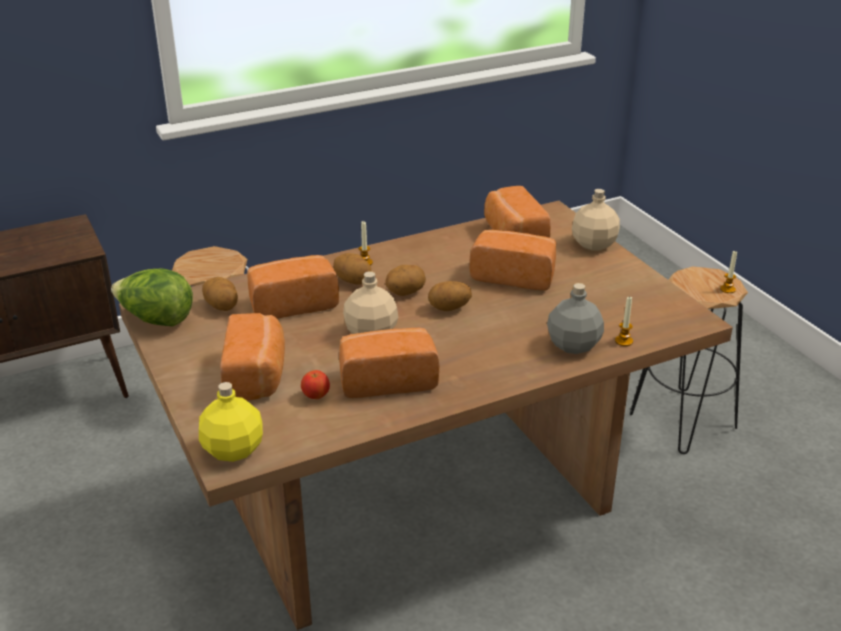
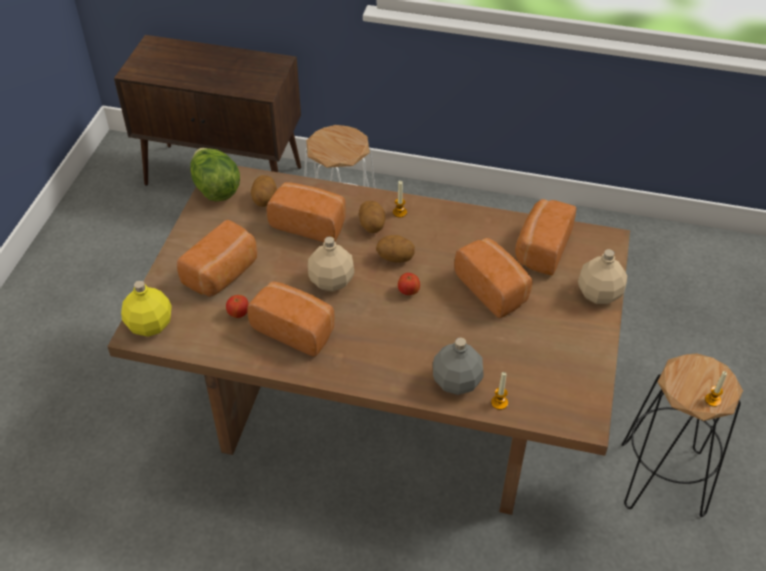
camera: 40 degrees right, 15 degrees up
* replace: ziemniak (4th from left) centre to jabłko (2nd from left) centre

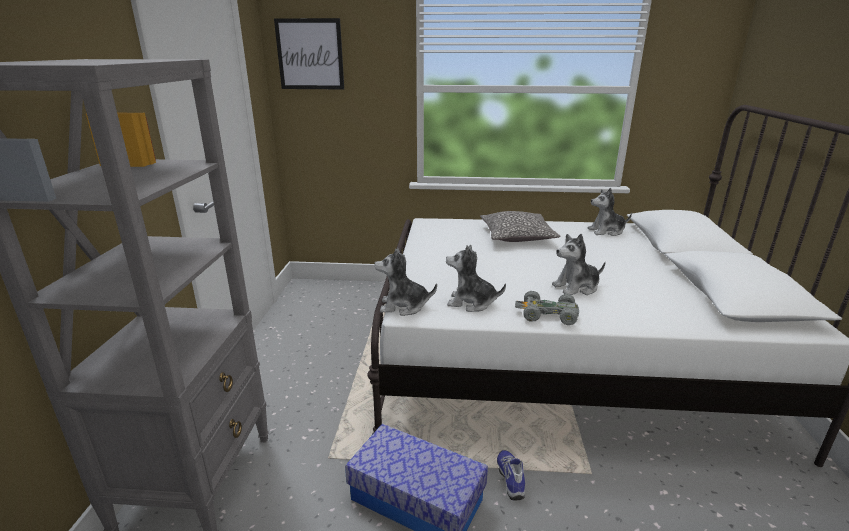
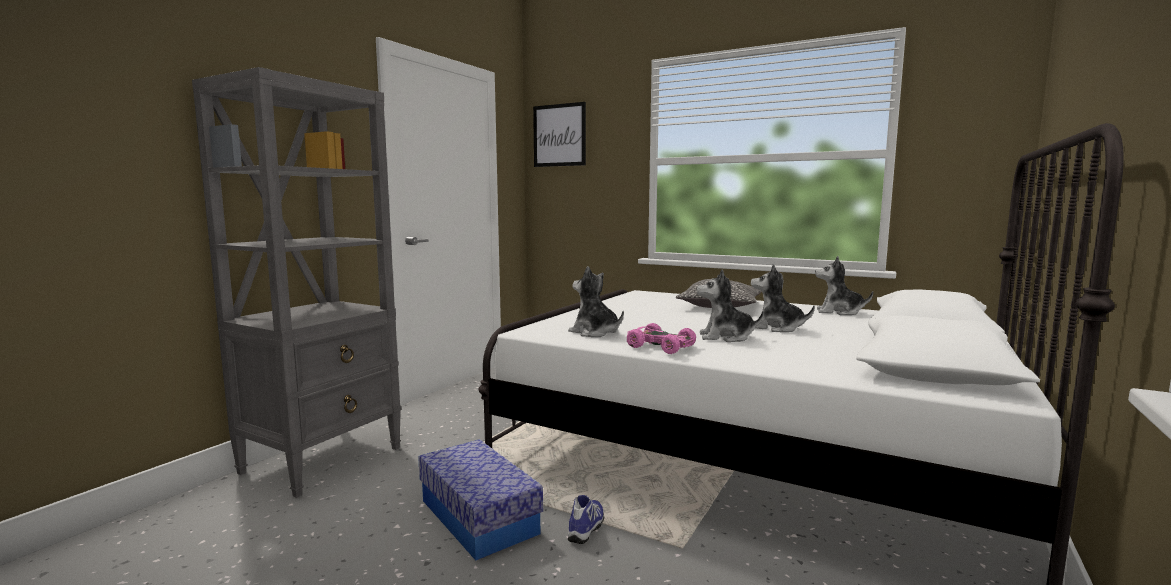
camera: 25 degrees right, 15 degrees down
* recolor: samochodzik (szary) centre to samochodzik (różowy) centre
* move: pluszak (1st from left in the first image) centre to pluszak (3rd from left) middle right

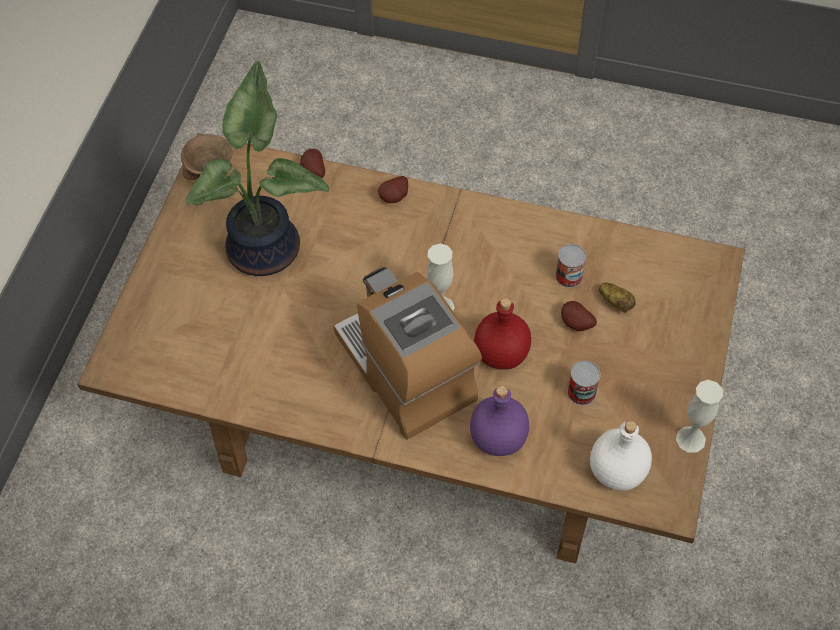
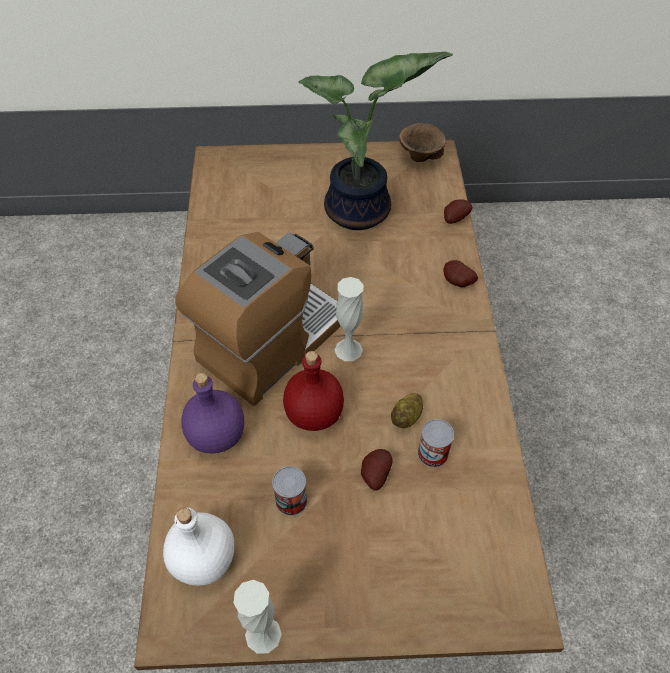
camera: 70 degrees right, 5 degrees down
* move: ziemniak (4th from left in the first image) middle right to ziemniak (2nd from left) centre

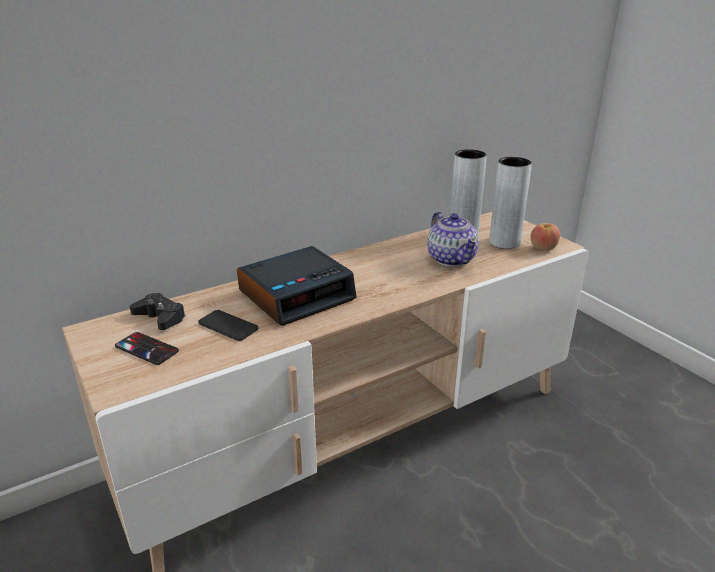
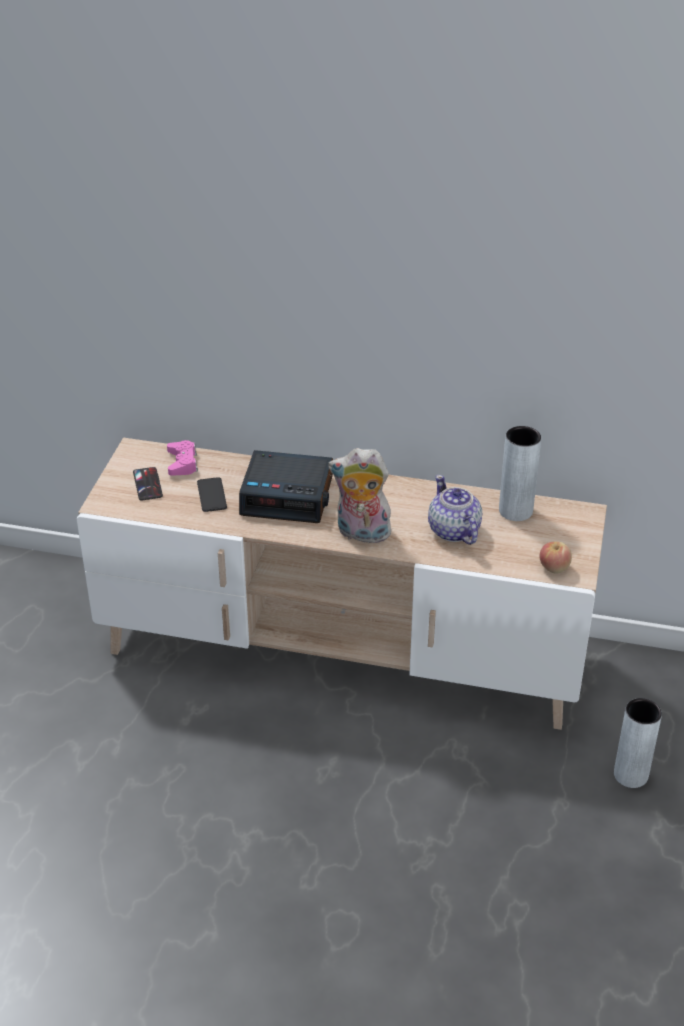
camera: 45 degrees right, 10 degrees up
* recolor: pad do gier (czarny) middle left to pad do gier (różowy) middle left
* insert: pluszak centre
* rotate: imbryk centre = centre 135 degrees clockwise
* move: wazon (szary) (2nd from left) middle right to bottom right

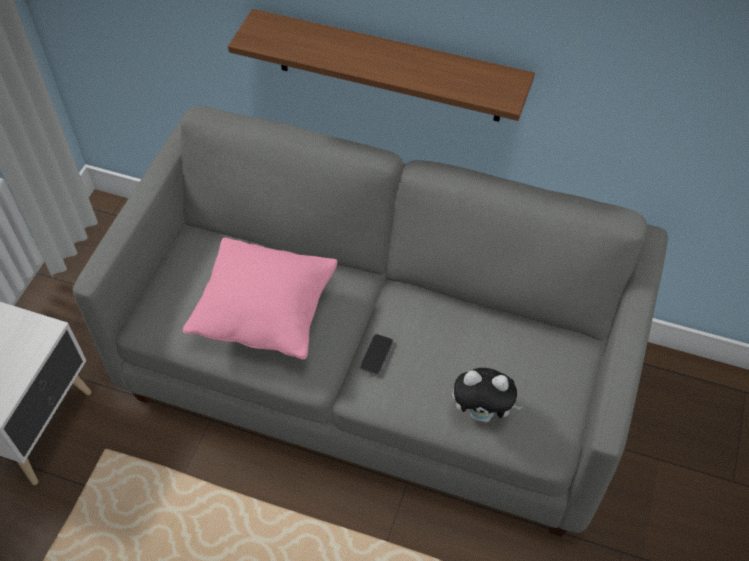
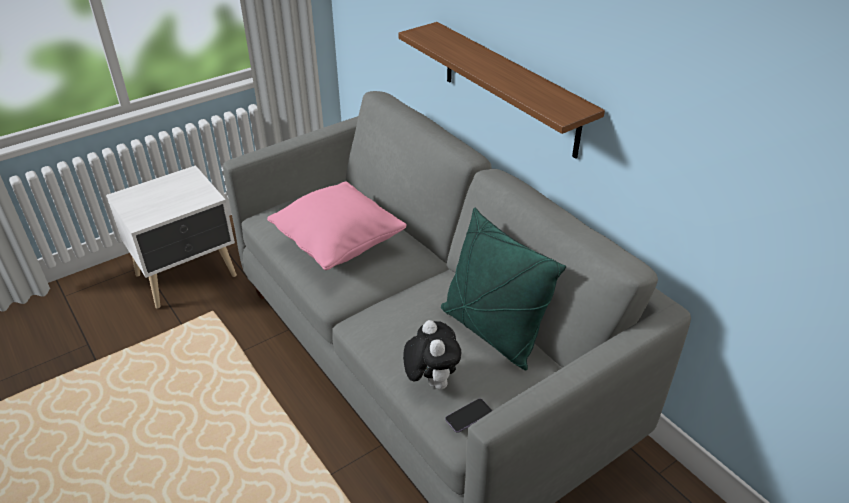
camera: 35 degrees right, 15 degrees down
* rotate: pluszak bottom centre = bottom centre 150 degrees counterclockwise
* insert: poduszka (zielony) centre
* move: telefon centre to bottom centre

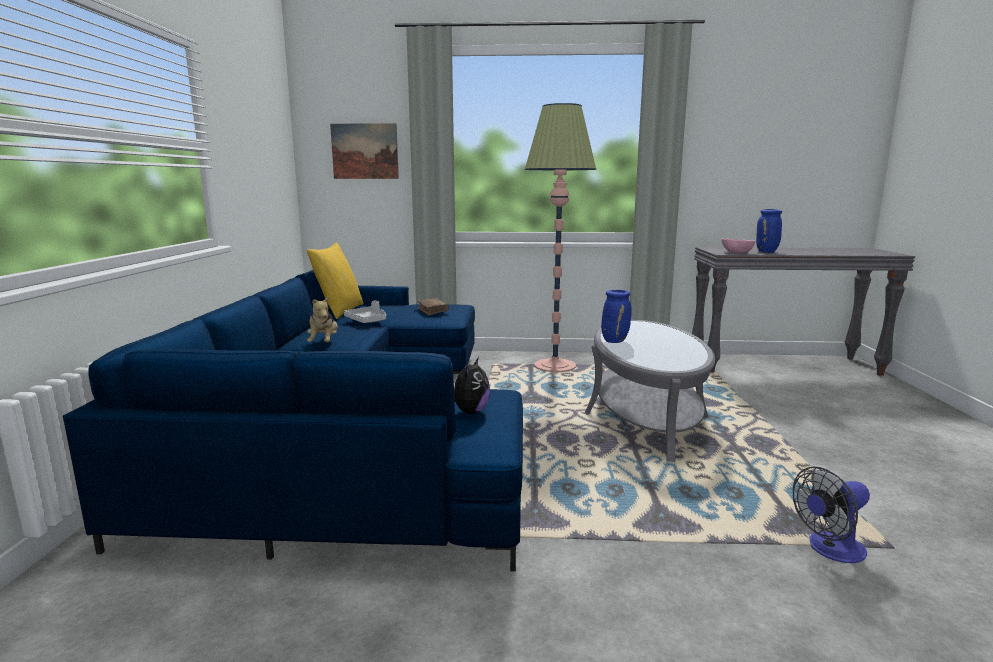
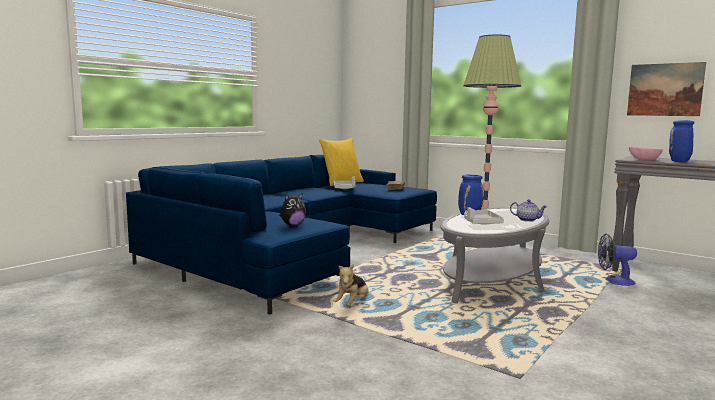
camera: 35 degrees right, 5 degrees down
* move: pluszak (1st from left in the first image) middle left to pluszak (2nd from left) bottom centre
* insert: taca (szary) (2nd from left) middle right
* insert: imbryk middle right
* move: wentylator bottom right to middle right
* move: obraz top centre to top right

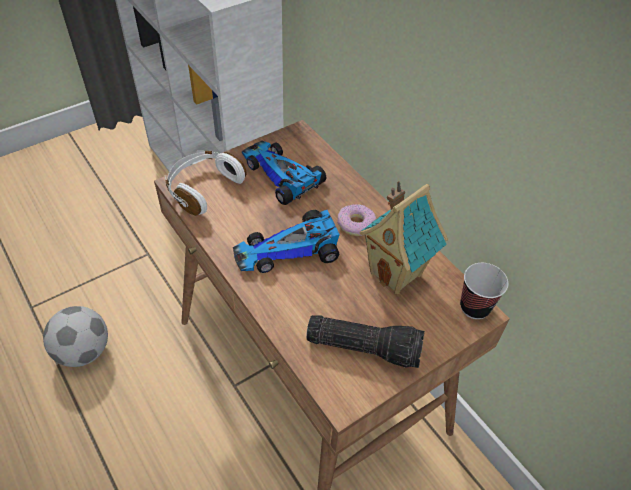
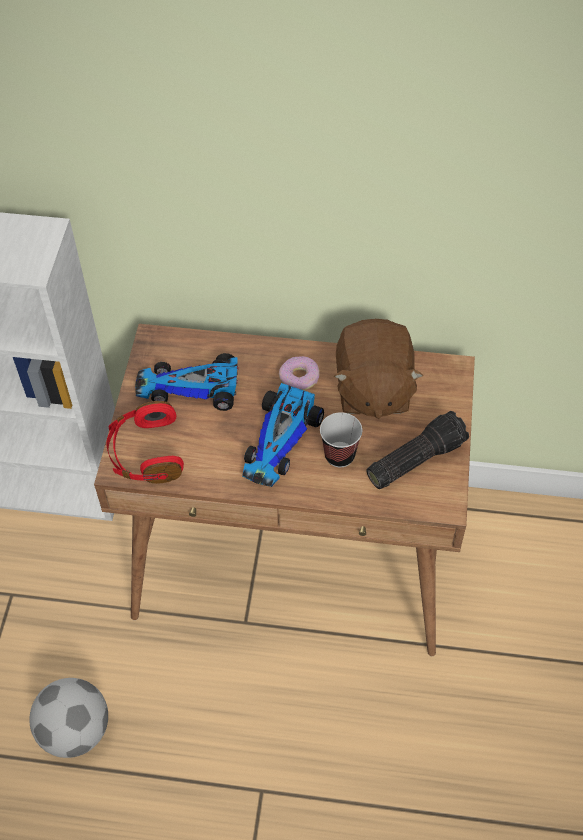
camera: 45 degrees left, 5 degrees up
* recolor: słuchawki (biały) middle left to słuchawki (czerwony) middle left
* move: filiżanka middle right to centre
* replace: domek centre to pluszak (brązowy) centre

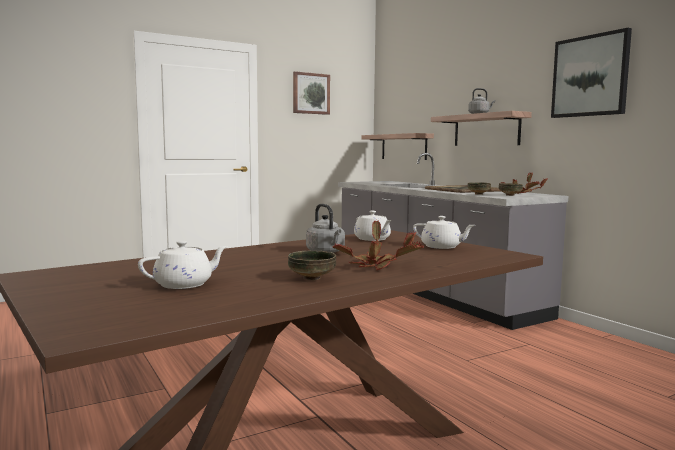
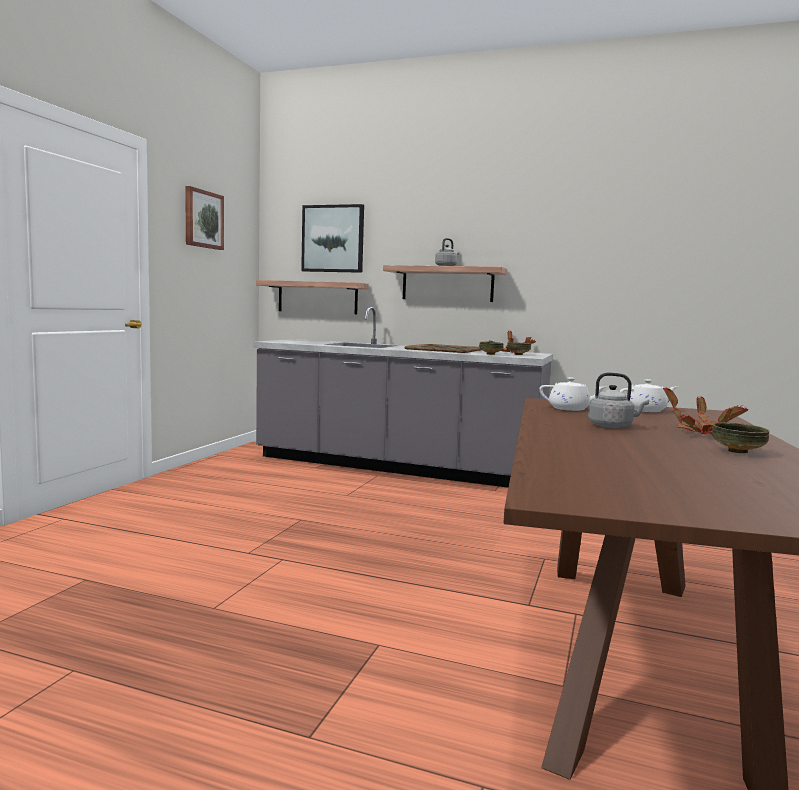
camera: 40 degrees left, 0 degrees up
* move: obraz (2nd from left) top right to top centre
* delete: imbryk (biały) (1st from left) middle left

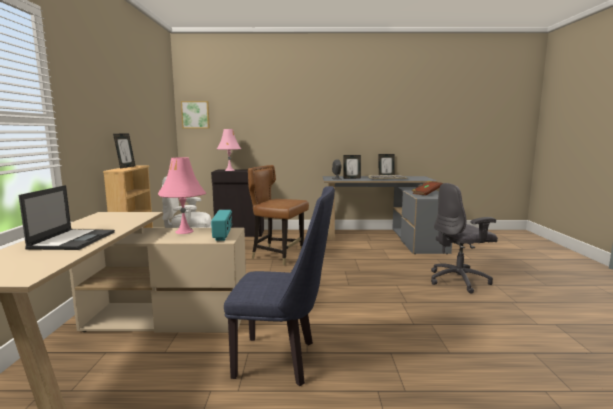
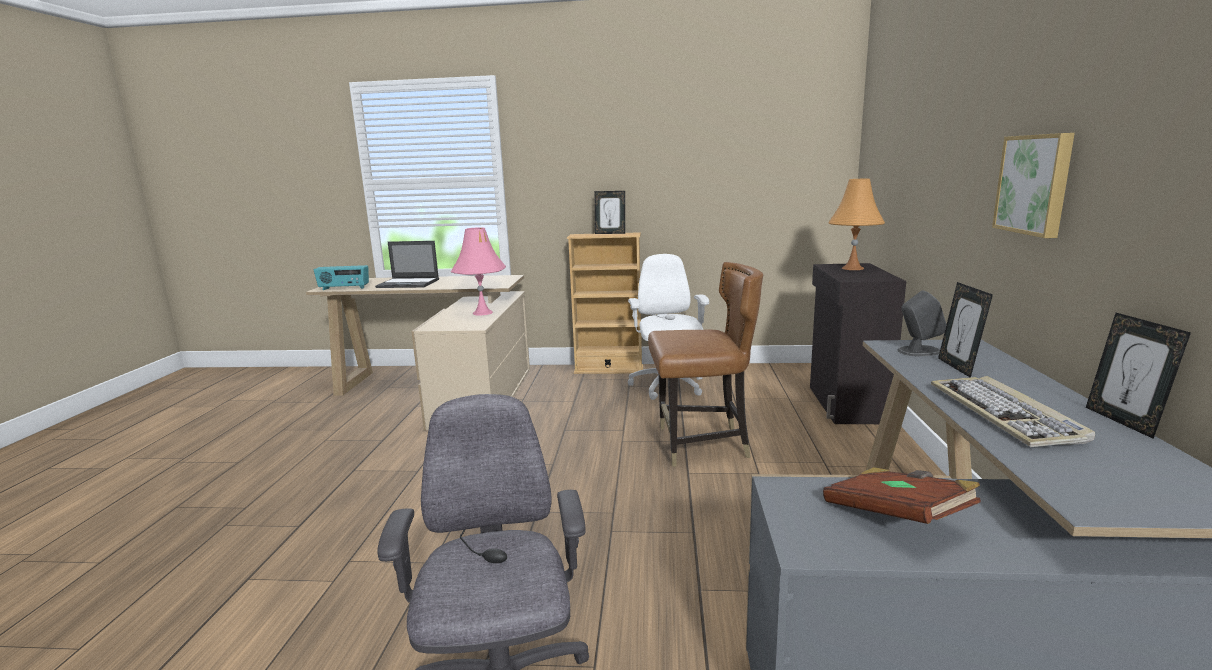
camera: 95 degrees right, 5 degrees up
* move: radio centre to middle left
* rotate: krzesło (brązowy) centre = centre 60 degrees clockwise
* recolor: lampa stołowa (różowy) (2nd from left) centre to lampa stołowa (pomarańczowy) middle right
* move: obraz top left to top right
* delete: krzesło (niebieski) bottom centre

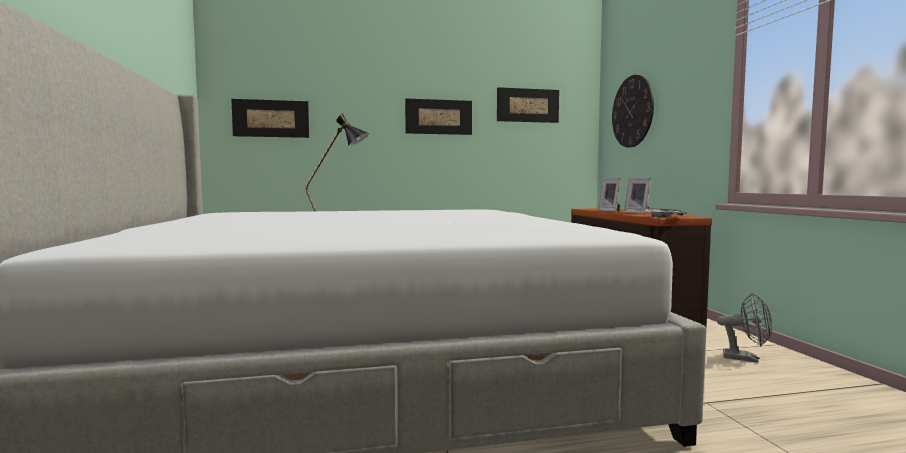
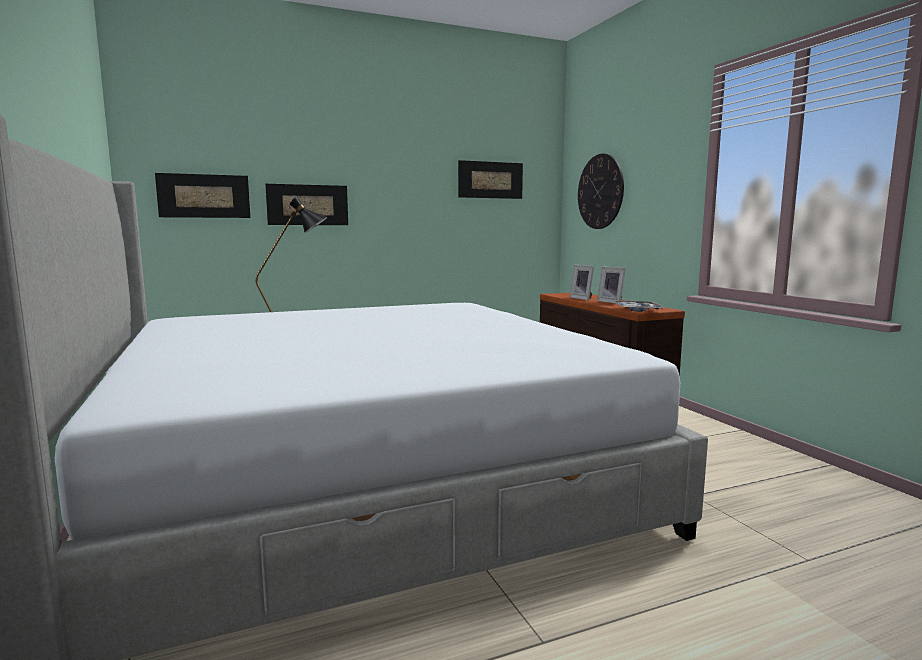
camera: 10 degrees left, 5 degrees up
* move: obraz (2nd from left) top centre to top left
* delete: wentylator (szary) bottom right

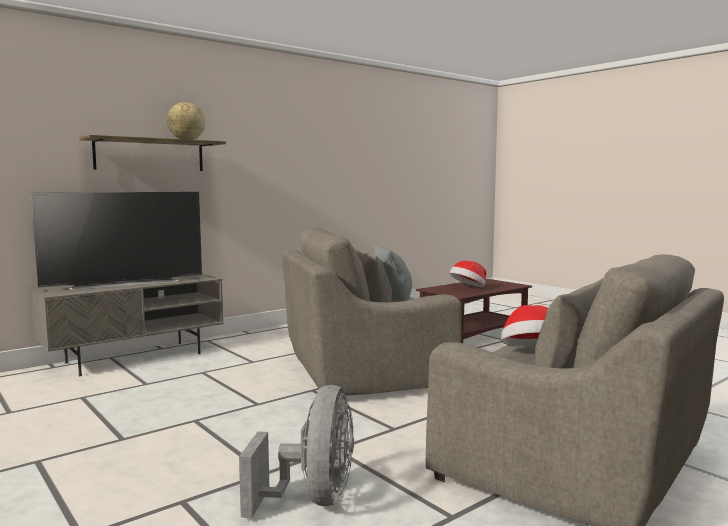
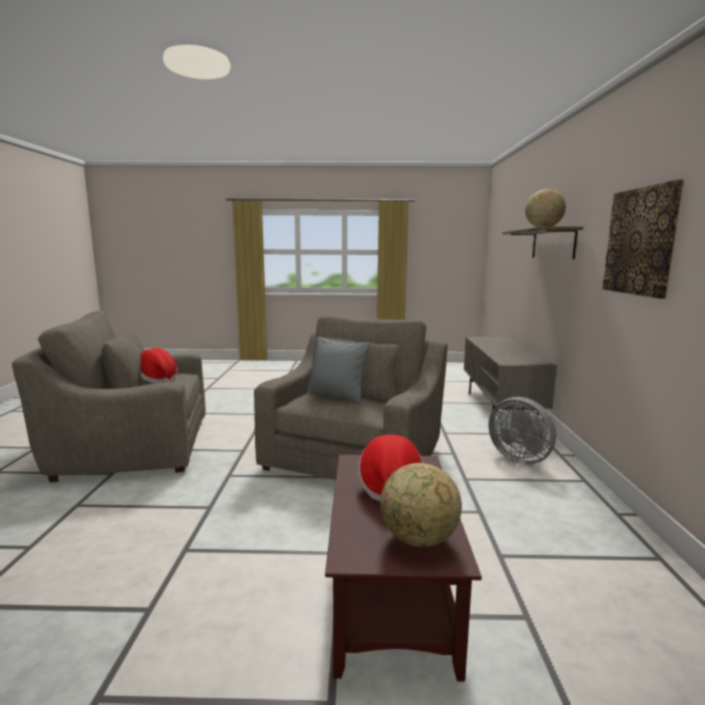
camera: 130 degrees right, 5 degrees up
* insert: globus (1st from left) bottom centre
* move: wentylator (szary) bottom centre to middle right
* insert: obraz middle right
* delete: telewizor middle left

